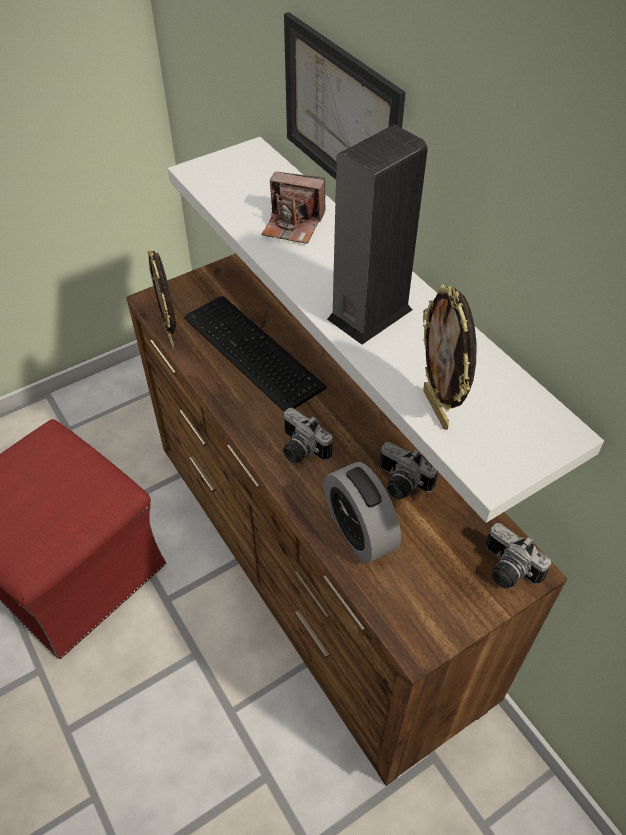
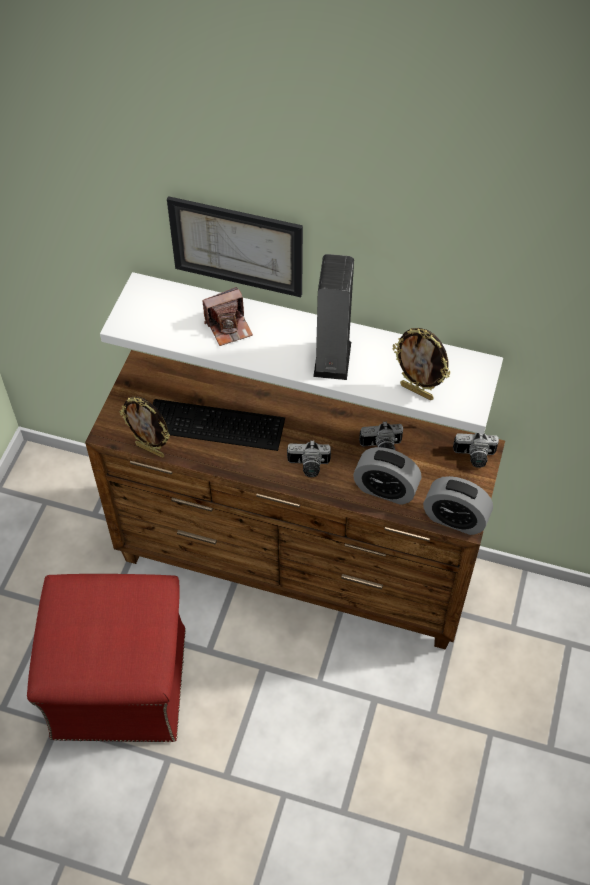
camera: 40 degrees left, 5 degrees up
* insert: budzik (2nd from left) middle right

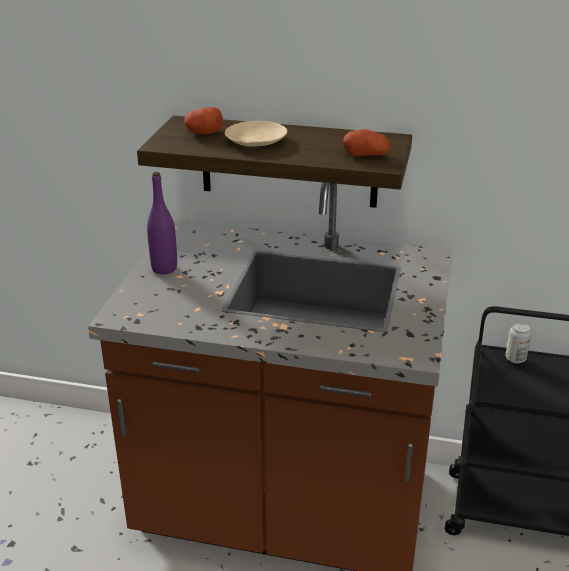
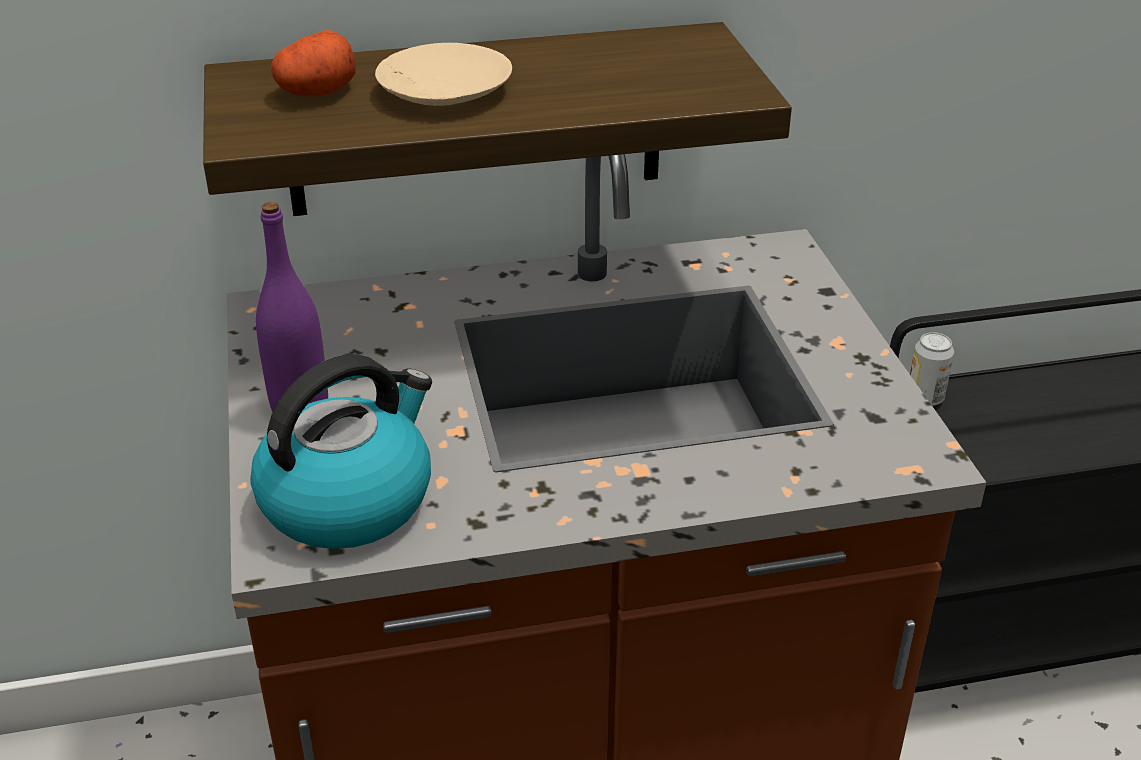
camera: 25 degrees left, 5 degrees up
* insert: czajnik middle left
* delete: ziemniak (2nd from left) top centre

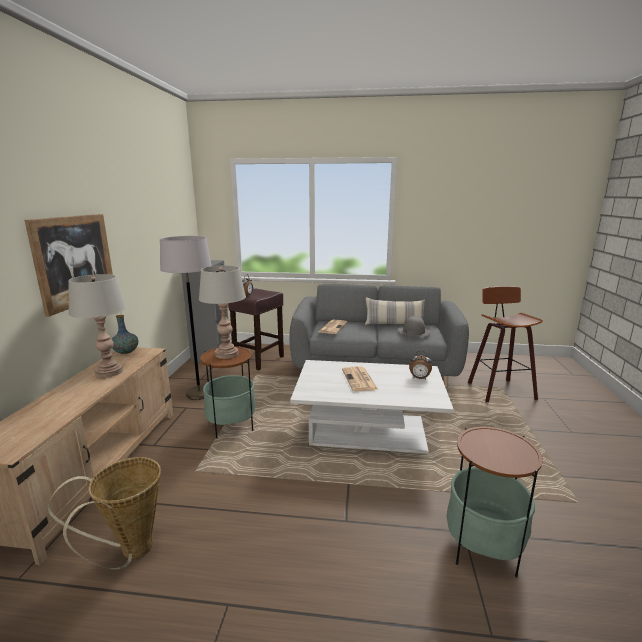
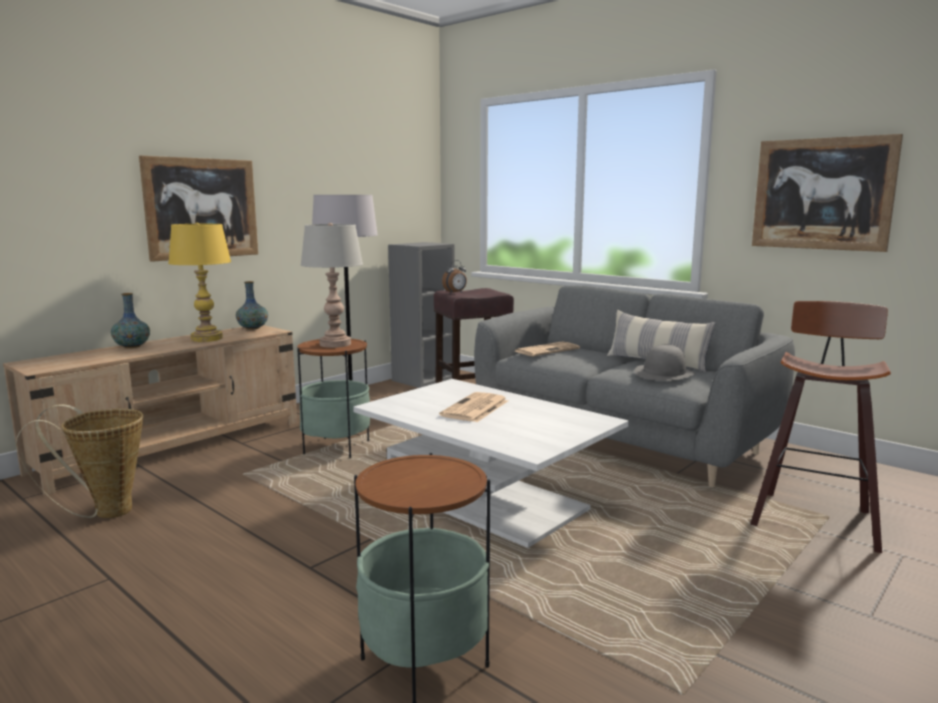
camera: 35 degrees right, 5 degrees down
* insert: wazon (1st from left) middle left
* recolor: lampa stołowa (szary) (1st from left) middle left to lampa stołowa (żółty) middle left
* insert: obraz (2nd from left) top right
* delete: budzik (2nd from left) centre

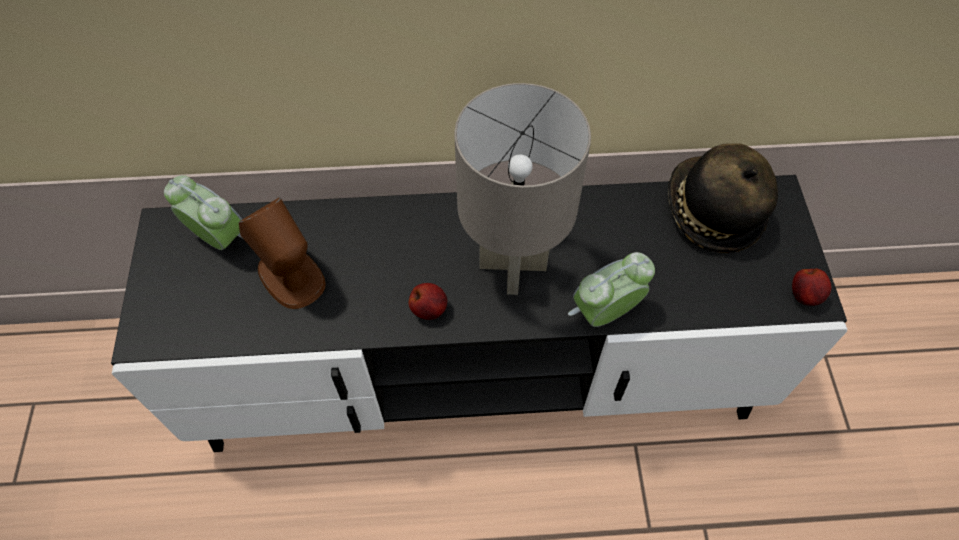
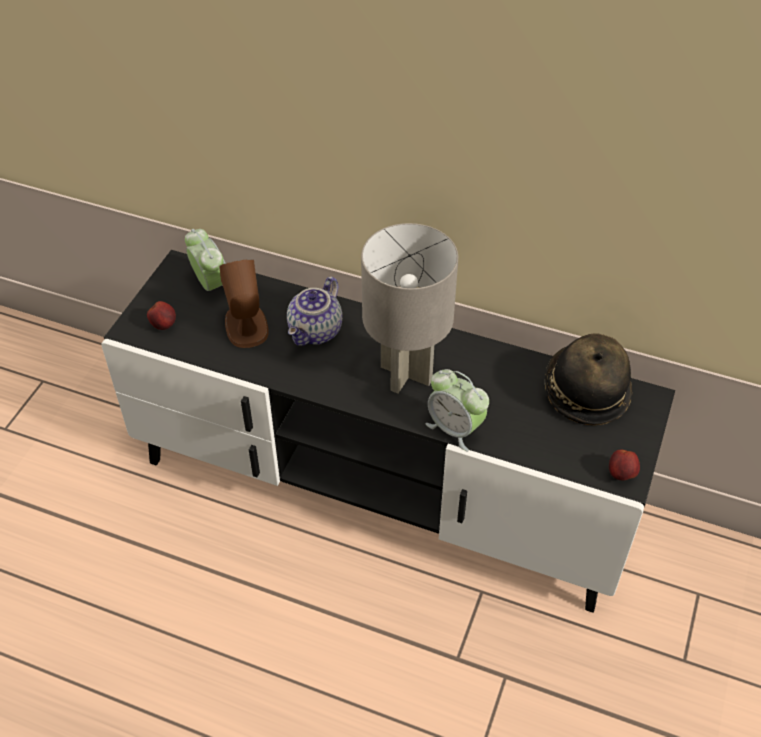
camera: 25 degrees right, 10 degrees down
* move: jabłko (1st from left) centre to middle left
* insert: imbryk centre
* rotate: budzik (2nd from left) centre = centre 135 degrees counterclockwise

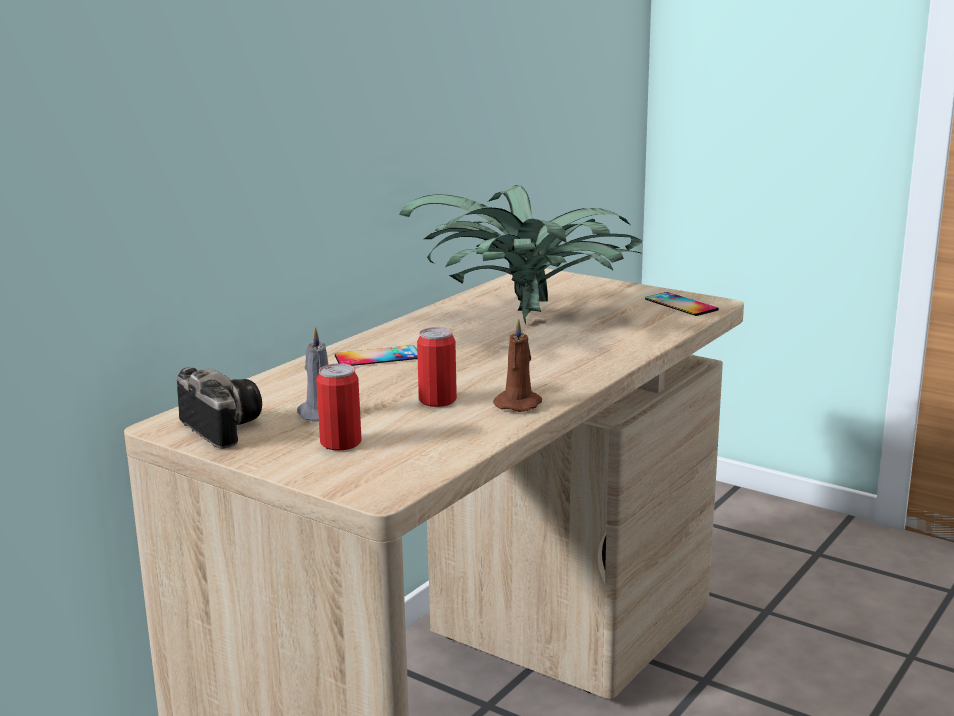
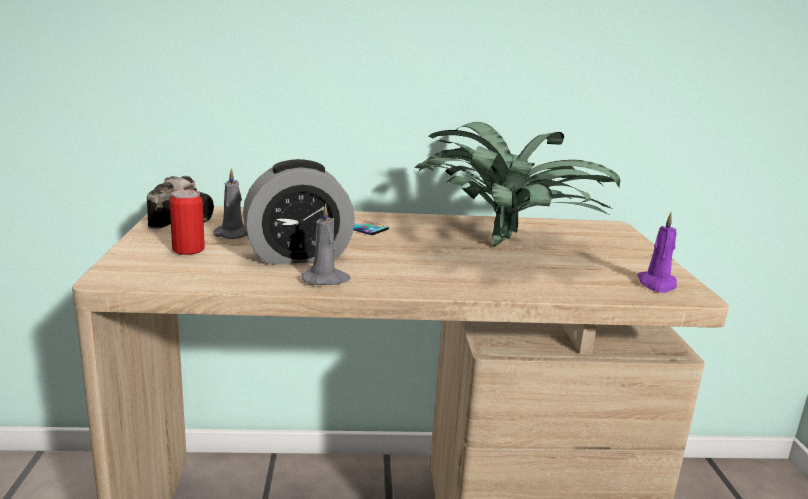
camera: 50 degrees right, 0 degrees up
* replace: puszka (2nd from left) centre to budzik centre
* recolor: świeca (brązowy) centre to świeca (szary) (2nd from left) centre
* replace: telefon (2nd from left) middle right to świeca (fioletowy) middle right

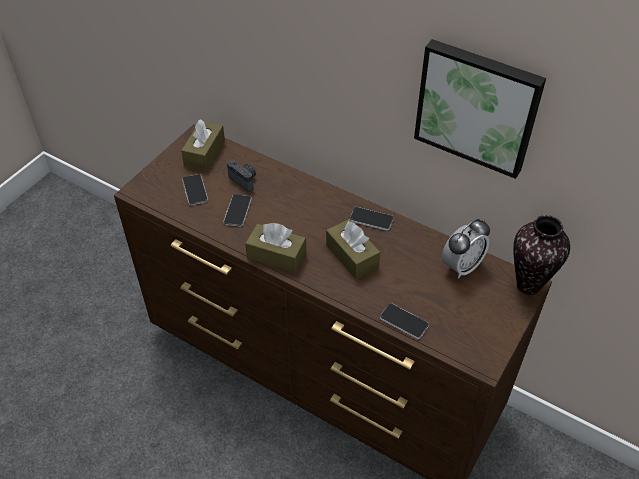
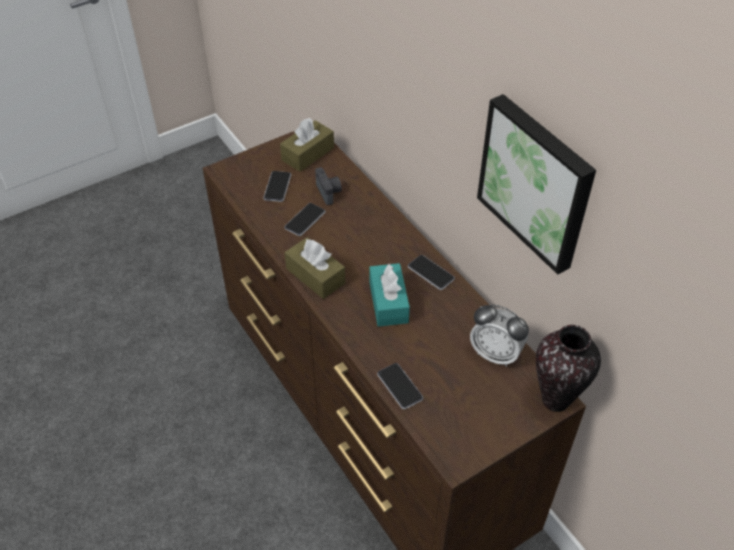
camera: 25 degrees right, 0 degrees up
* recolor: pudełko chusteczek (brązowy) (3rd from left) centre to pudełko chusteczek (turkusowy) centre
* rotate: budzik middle right = middle right 45 degrees clockwise

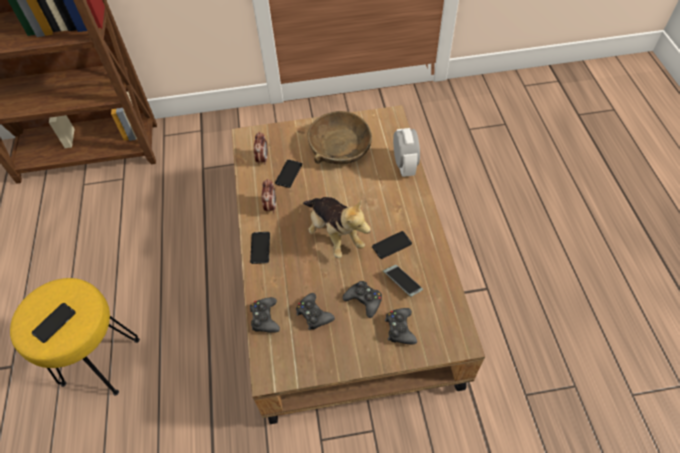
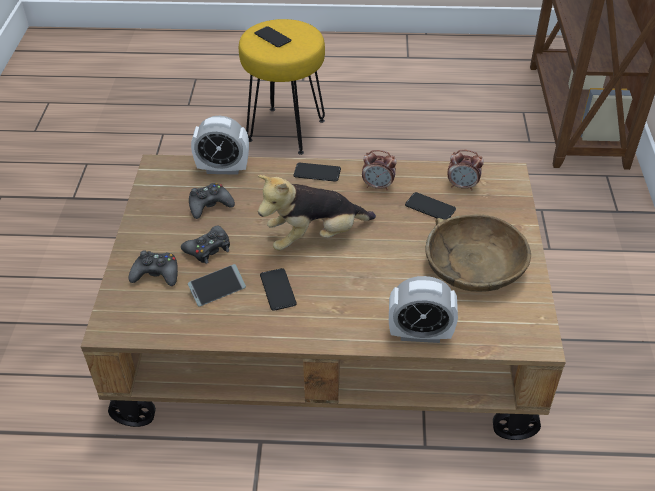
camera: 100 degrees right, 10 degrees down
* replace: pad do gier (czarny) (1st from left) bottom centre to budzik (1st from left) top centre

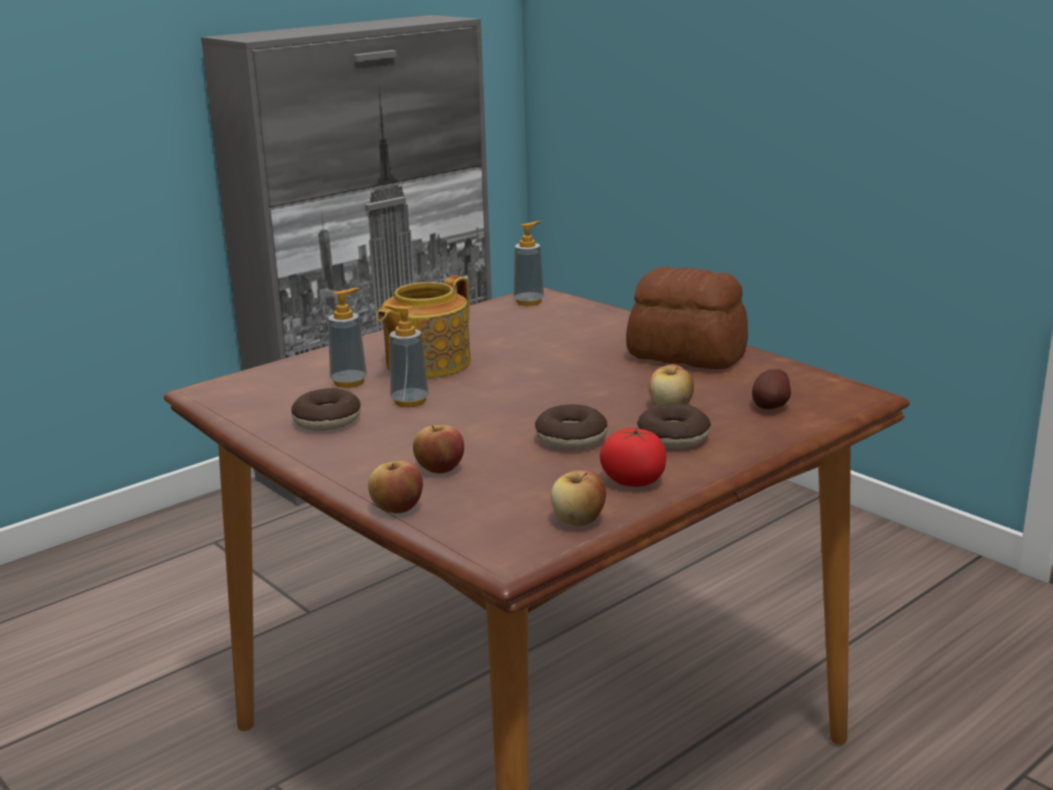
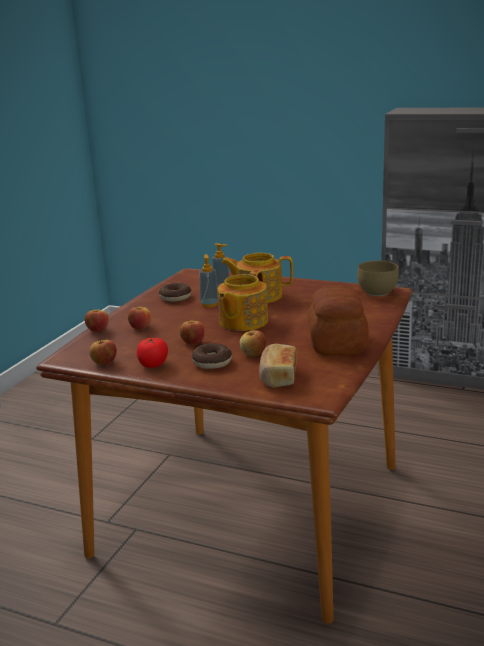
camera: 65 degrees right, 0 degrees up
* replace: donut (2nd from left) centre to jabłko (4th from left) centre
* insert: imbryk (1st from left) centre
* replace: ziemniak middle right to chleb (1st from left) centre
* replace: dozownik mydła (3rd from left) top centre to miska (brązowy) middle right

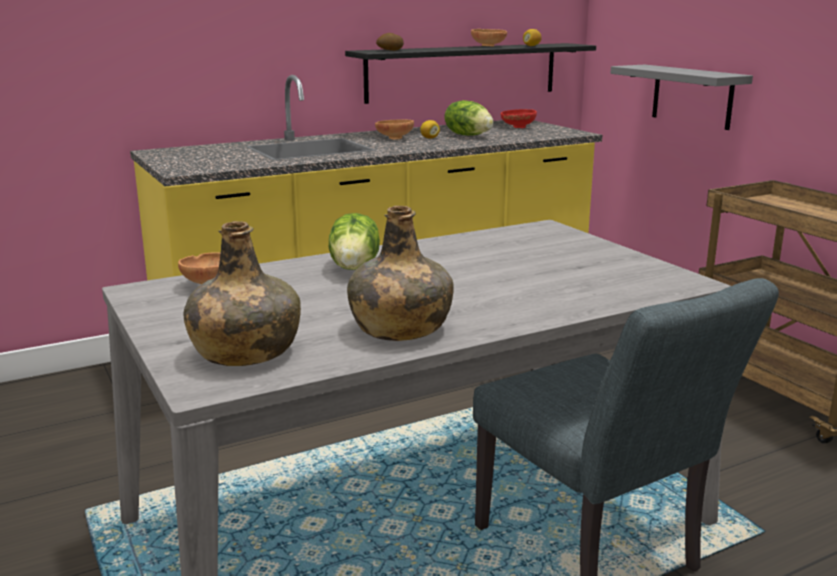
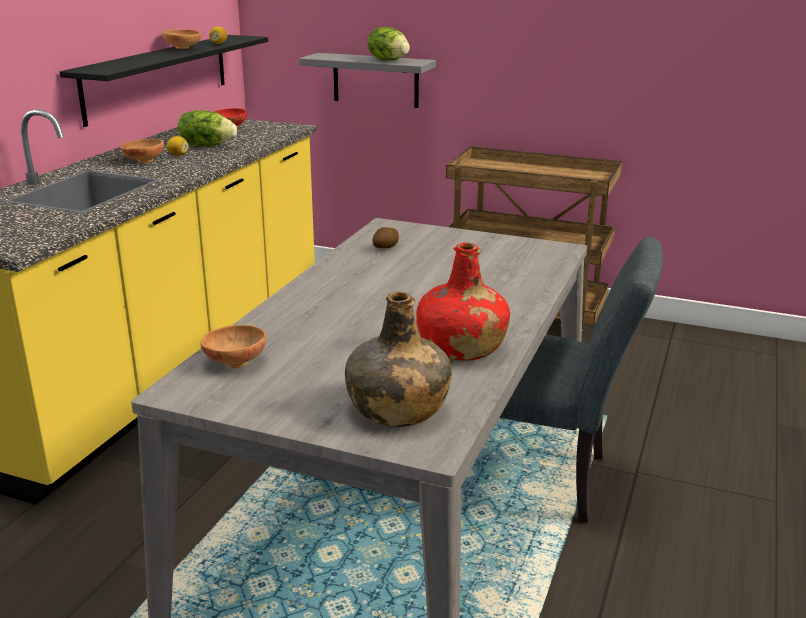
camera: 40 degrees left, 5 degrees up
* move: sałata (1st from left in the first image) centre to sałata (2nd from left) top centre
* move: ziemniak top centre to centre
* recolor: butelka (zielony) (2nd from left) centre to butelka (czerwony) centre

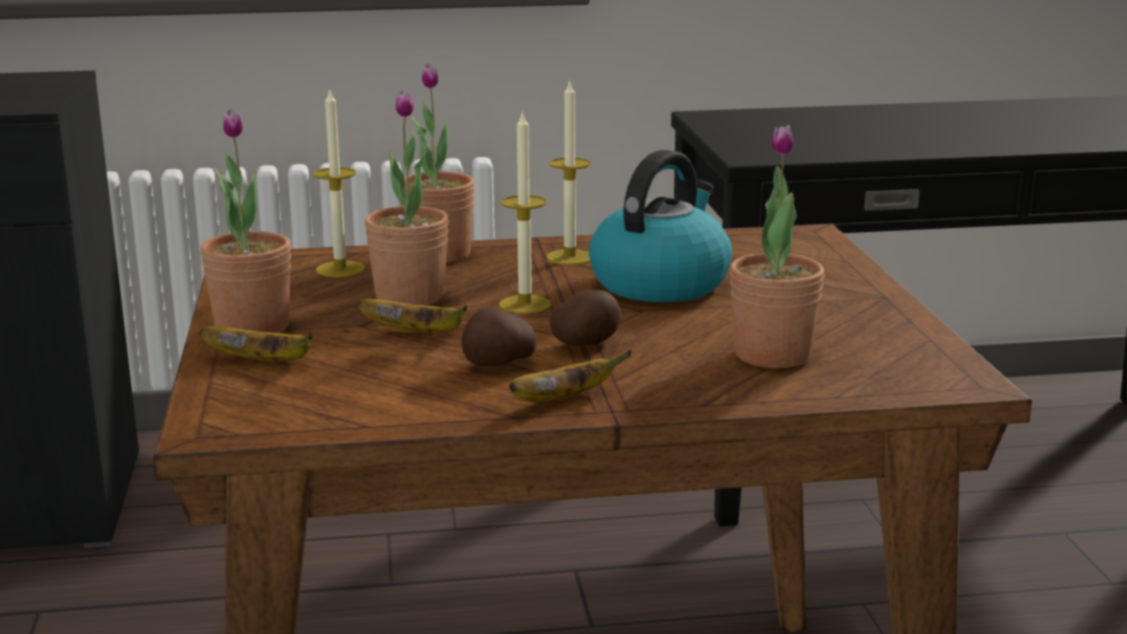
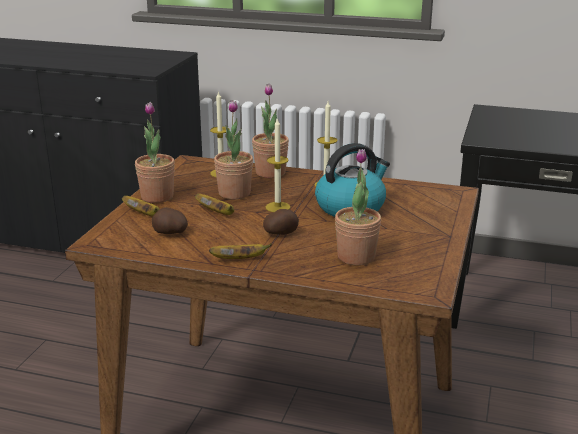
camera: 25 degrees right, 5 degrees up
* move: ziemniak (1st from left) centre to middle left

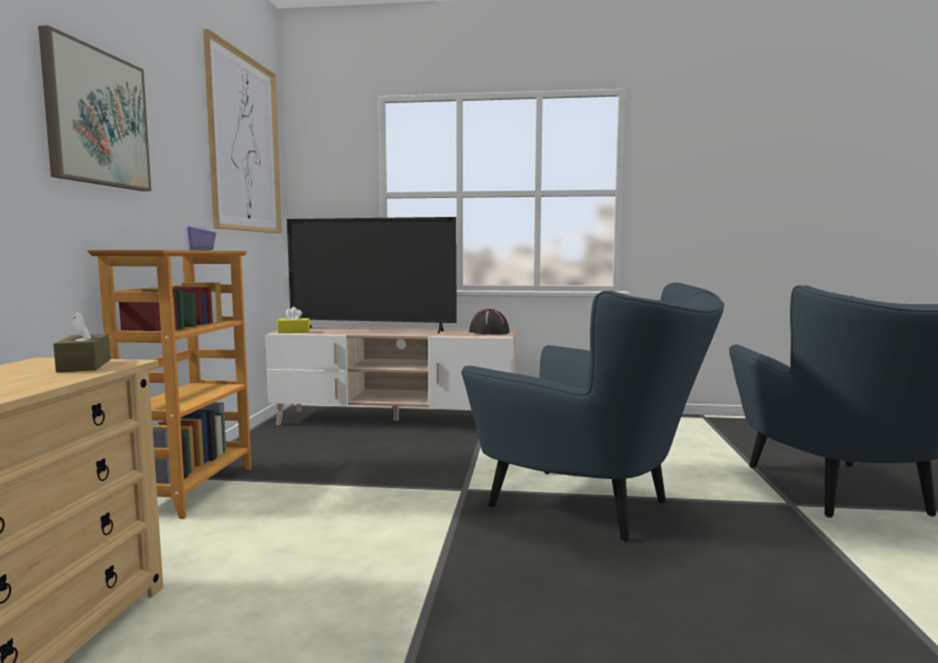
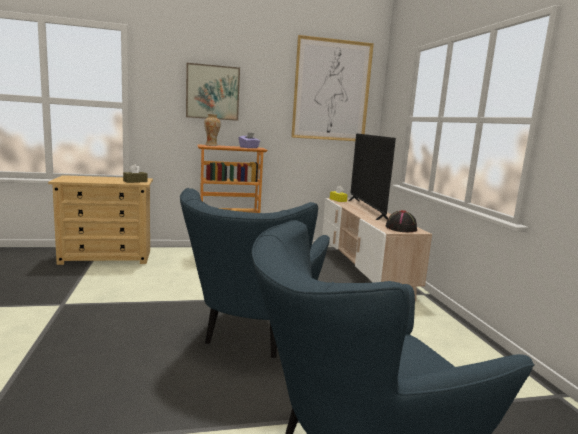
camera: 70 degrees right, 5 degrees up
* insert: wazon top centre

